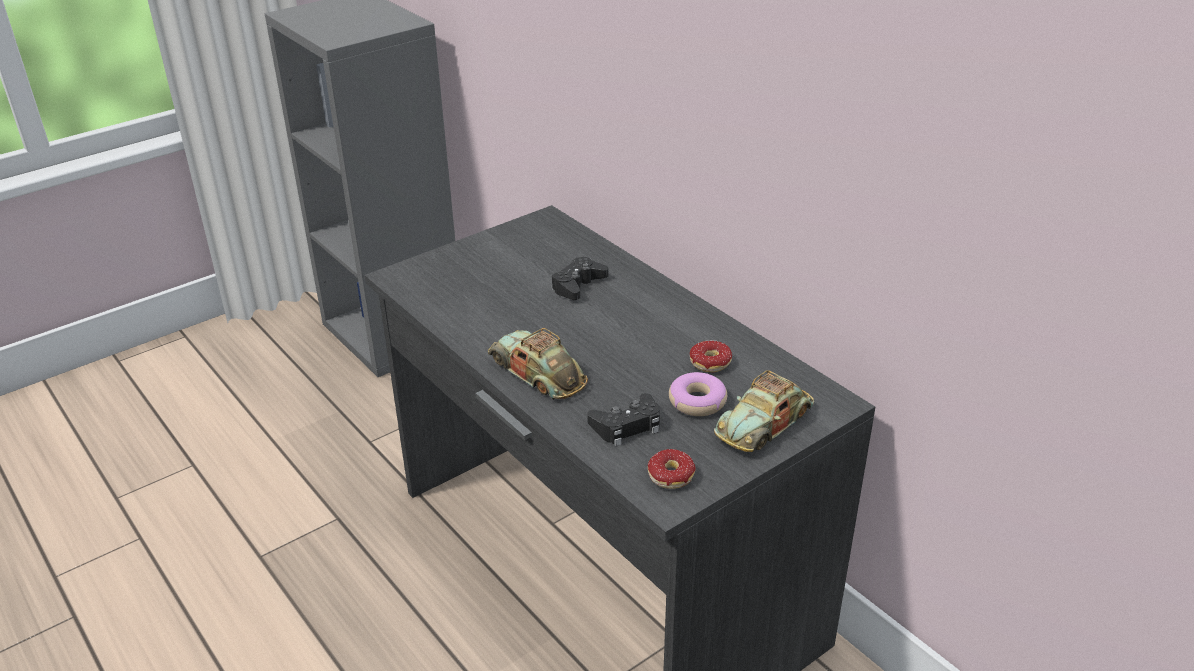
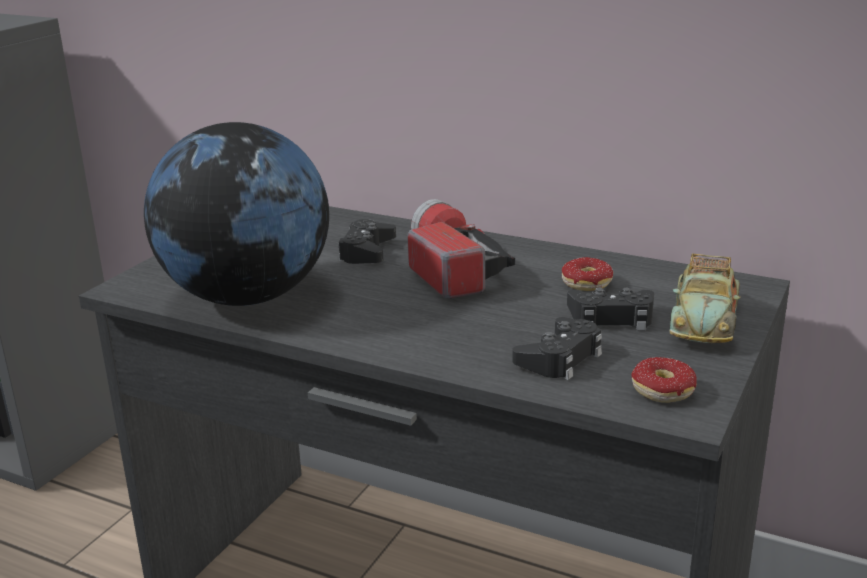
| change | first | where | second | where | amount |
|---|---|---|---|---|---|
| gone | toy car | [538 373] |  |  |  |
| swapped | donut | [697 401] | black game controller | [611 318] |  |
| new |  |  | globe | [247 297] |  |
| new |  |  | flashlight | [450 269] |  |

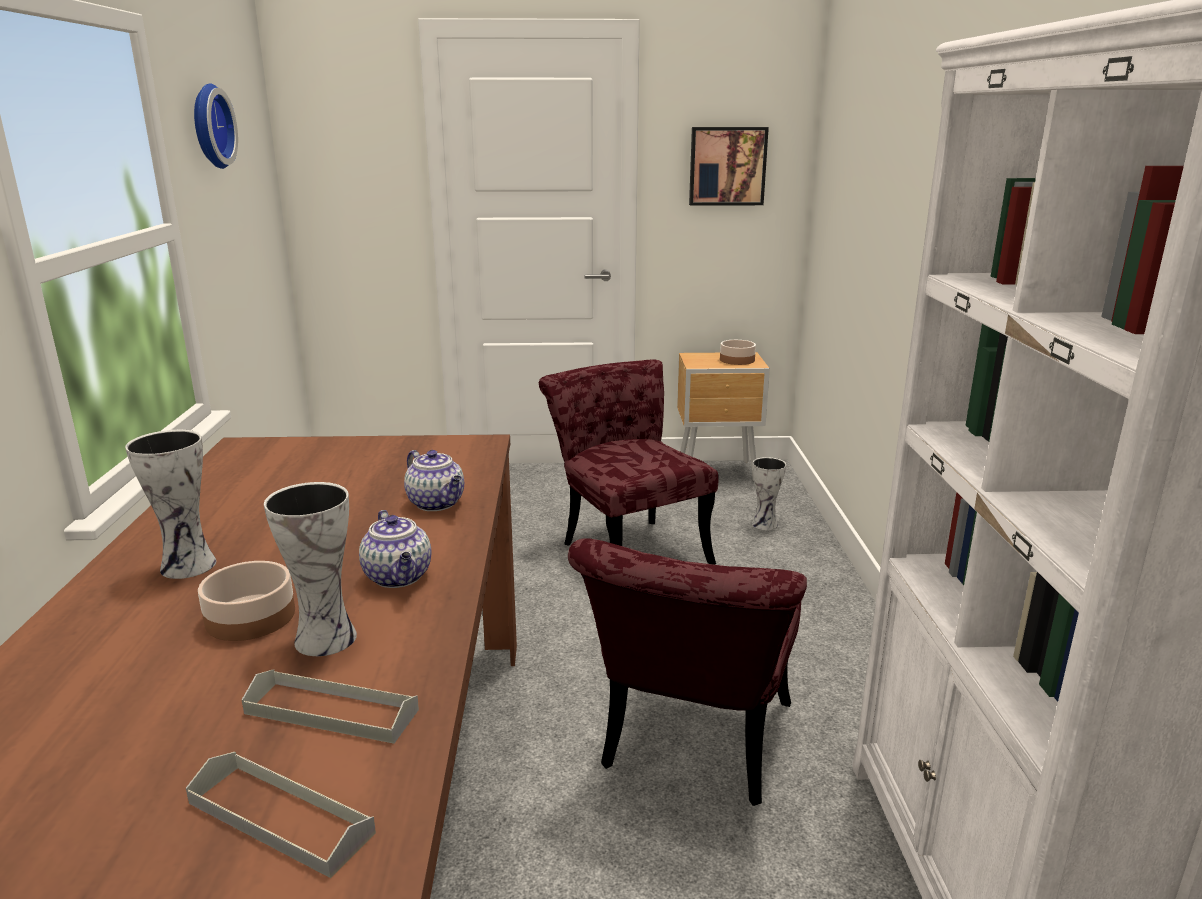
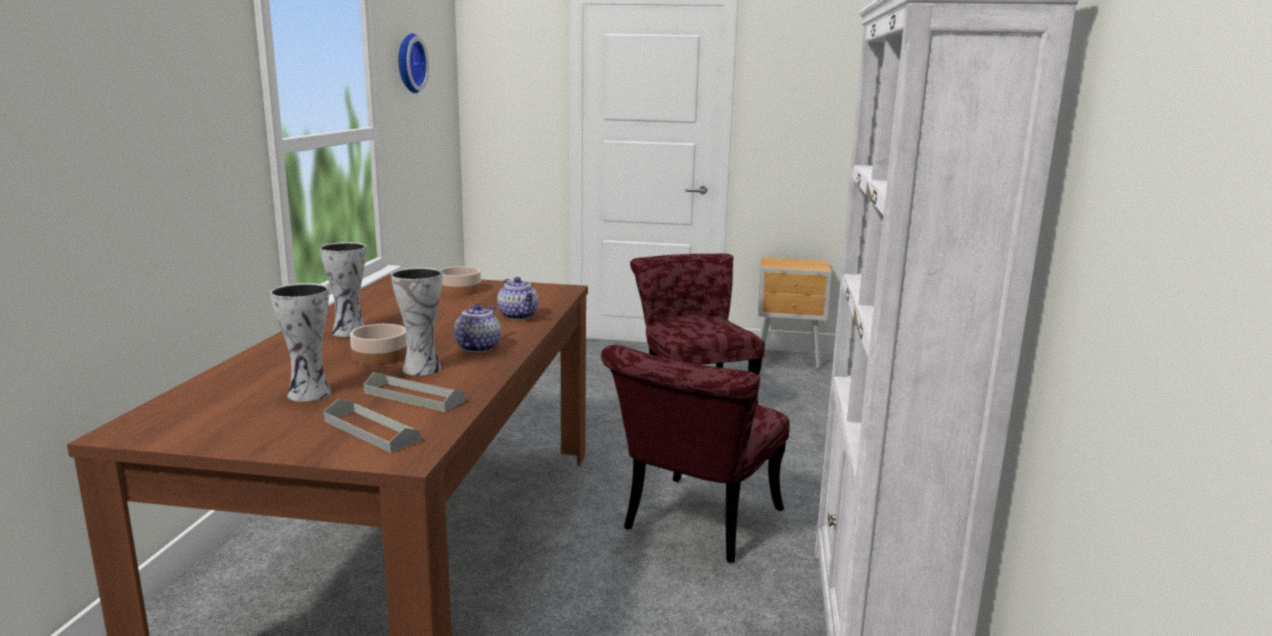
| change | first | where | second | where | amount |
|---|---|---|---|---|---|
| gone | picture | [727 166] |  |  |  |
| shifted | bowl | [736 360] |  | [459 290] |  |
| shifted | vase | [766 524] |  | [311 394] |  |
| rotated | teapot | [399 577] |  | [478 347] | 150 degrees counterclockwise |

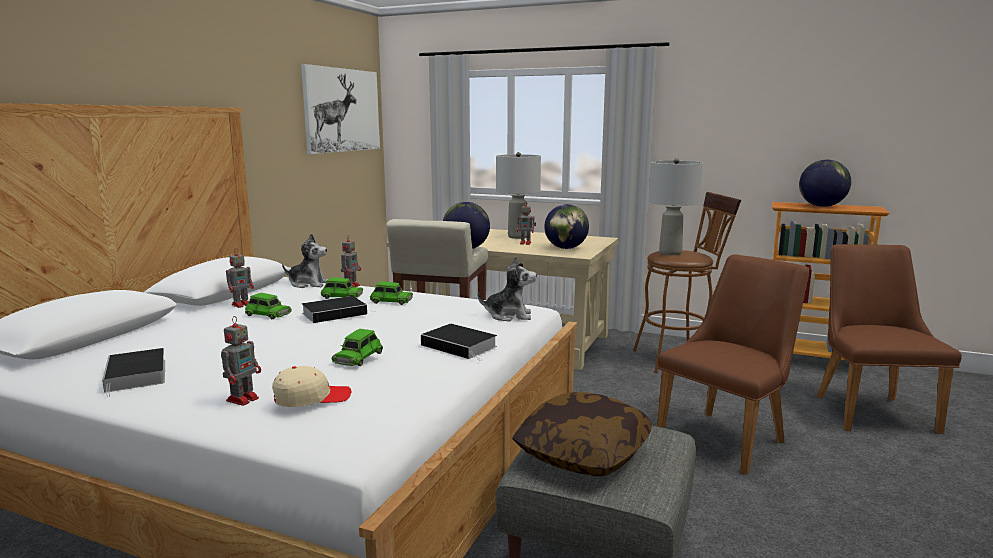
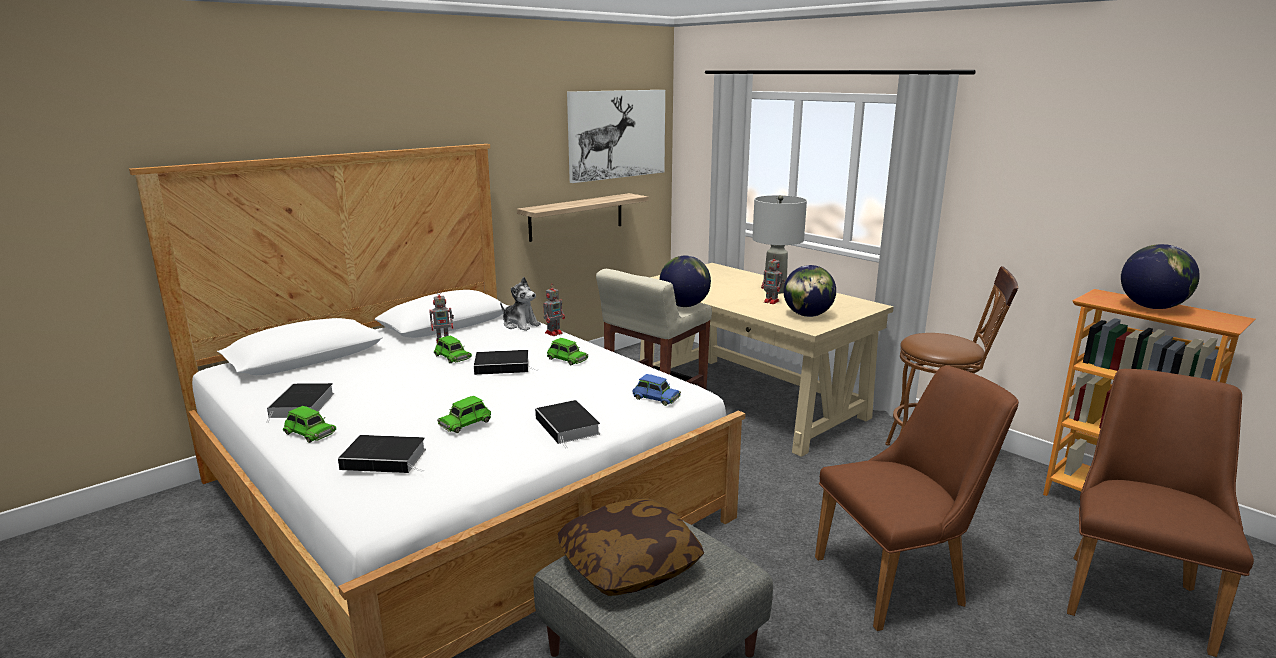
| change | first | where | second | where | amount |
|---|---|---|---|---|---|
| gone | grey table lamp | [670 253] |  |  |  |
| swapped | plush toy | [509 316] | blue toy car | [655 397] |  |
| shifted | green toy car | [341 296] |  | [309 432] |  |
| gone | toy robot | [244 399] |  |  |  |
| swapped | beige cap | [312 398] | book | [386 459] |  |
| new |  |  | shelf | [576 217] |  |

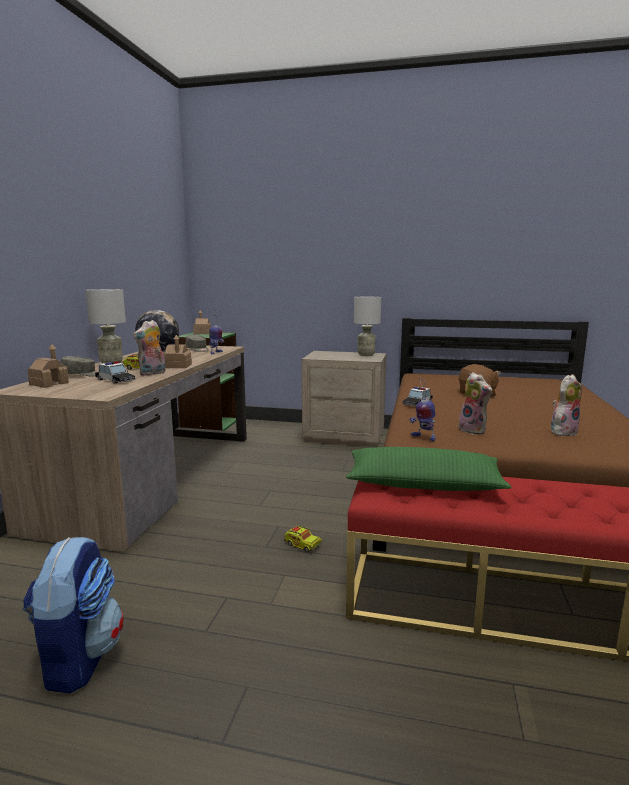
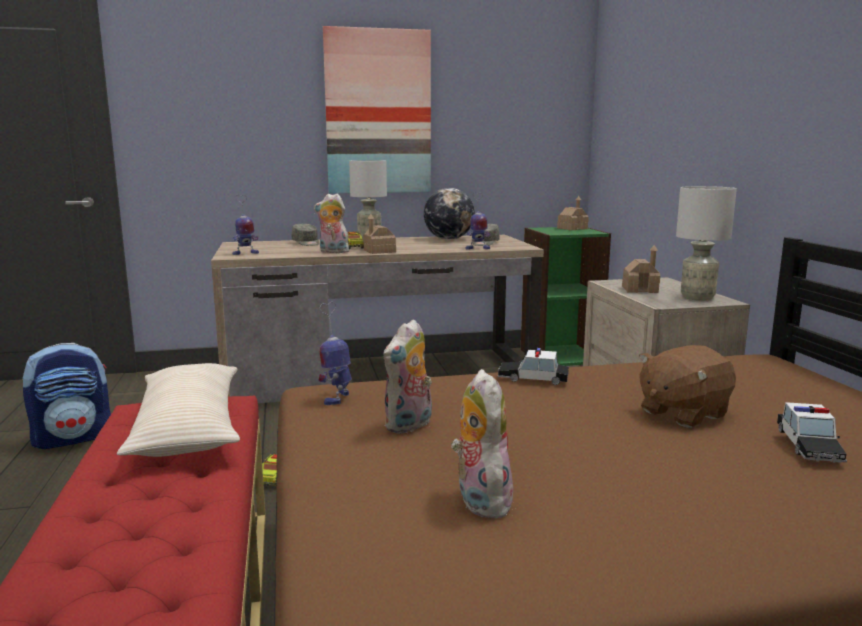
| change | first | where | second | where | amount |
|---|---|---|---|---|---|
| shifted | toy house | [49 384] |  | [640 289] |  |
| shifted | toy car | [115 380] |  | [808 445] |  |
| rotated | plush toy | [563 431] |  | [479 500] | 135 degrees counterclockwise |
| repainted | green pillow | [423 484] | beige pillow | [188 427] |  |
| new |  |  | picture | [378 112] |  |
| new |  |  | toy robot | [245 253] |  |

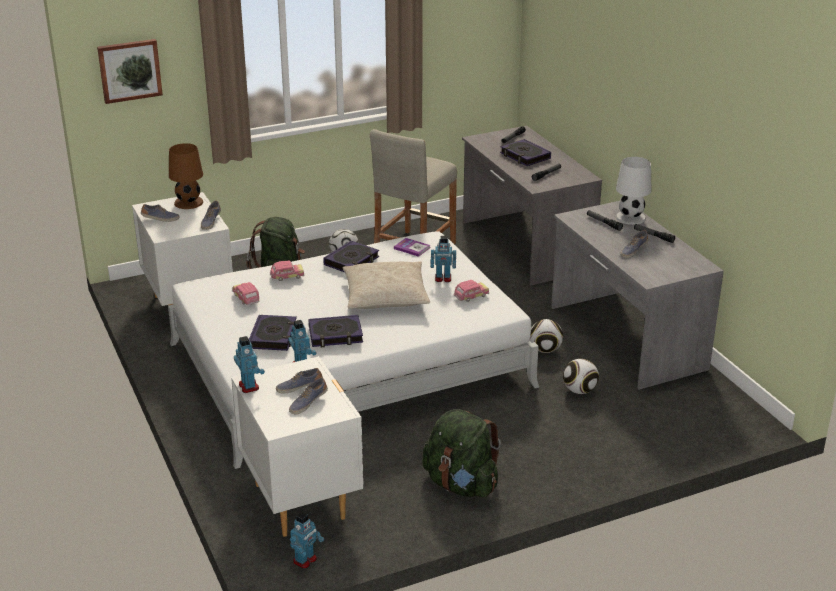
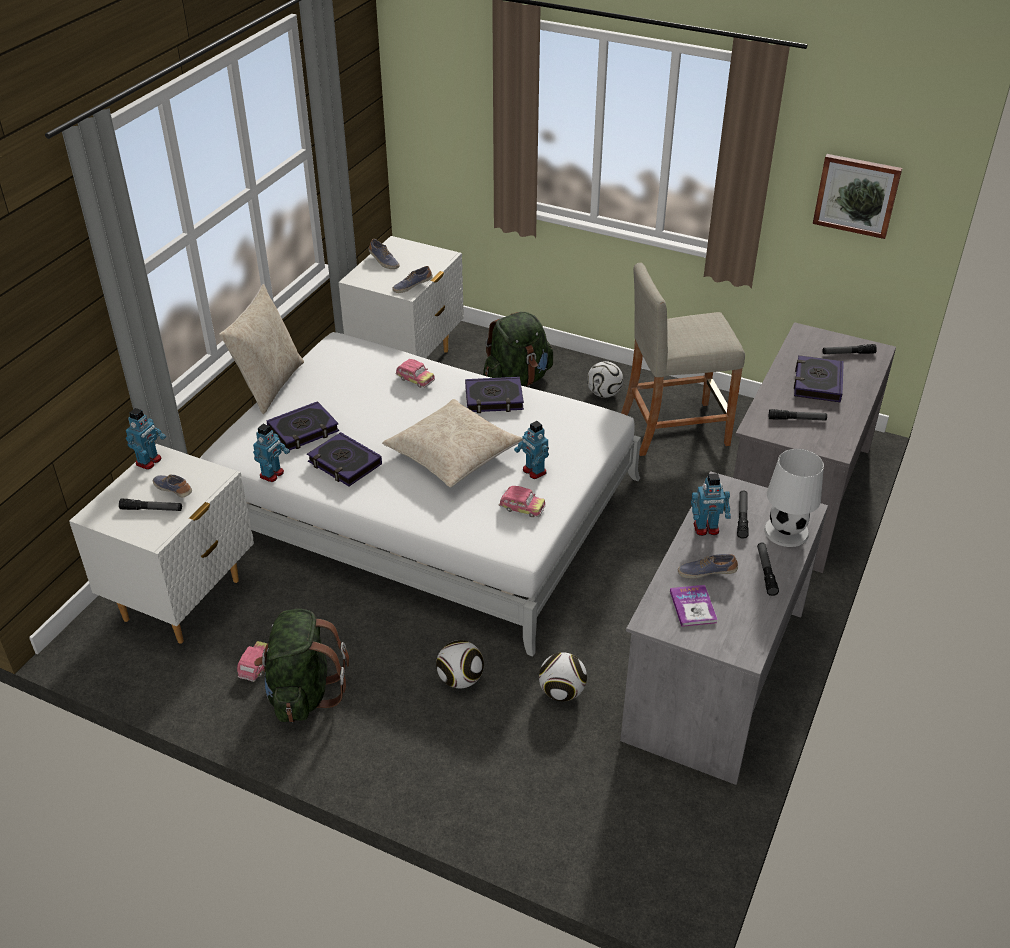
| change | first | where | second | where | amount |
|---|---|---|---|---|---|
| shifted | picture | [129 70] |  | [857 195] |  |
| gone | brown table lamp | [189 202] |  |  |  |
| shifted | book | [412 248] |  | [693 607] |  |
| shifted | toy car | [246 299] |  | [257 666] |  |
| shifted | football | [545 350] |  | [460 679] |  |
| swapped | shoe | [308 403] | flashlight | [151 509] |  |
| shifted | toy robot | [305 560] |  | [706 529] |  |
| new |  |  | beige pillow | [269 385] |  |

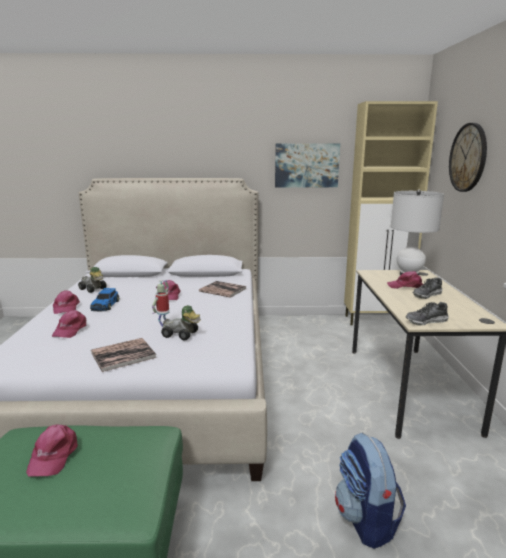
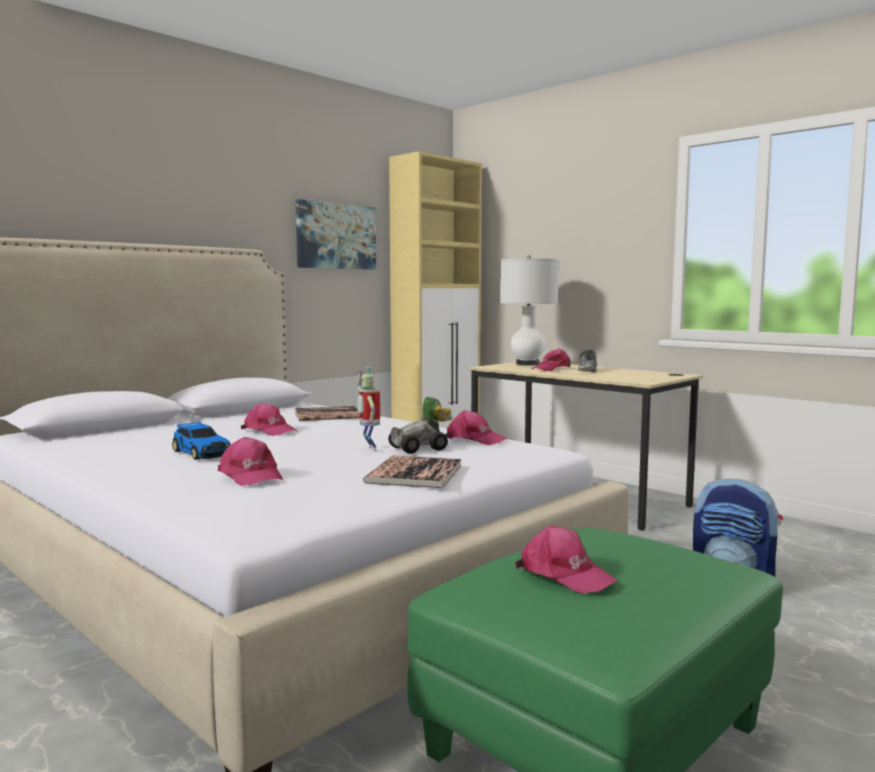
| change | first | where | second | where | amount |
|---|---|---|---|---|---|
| gone | wall clock | [468 158] |  |  |  |
| gone | toy car | [93 289] |  |  |  |
| shifted | pink cap | [65 307] |  | [474 439] |  |
| gone | shoe | [426 321] |  |  |  |

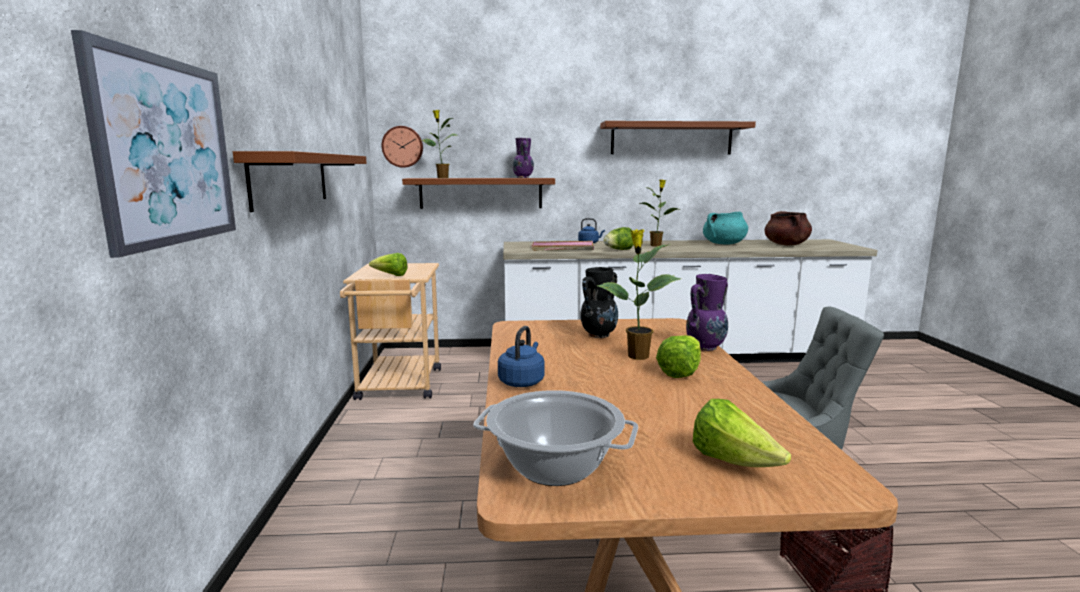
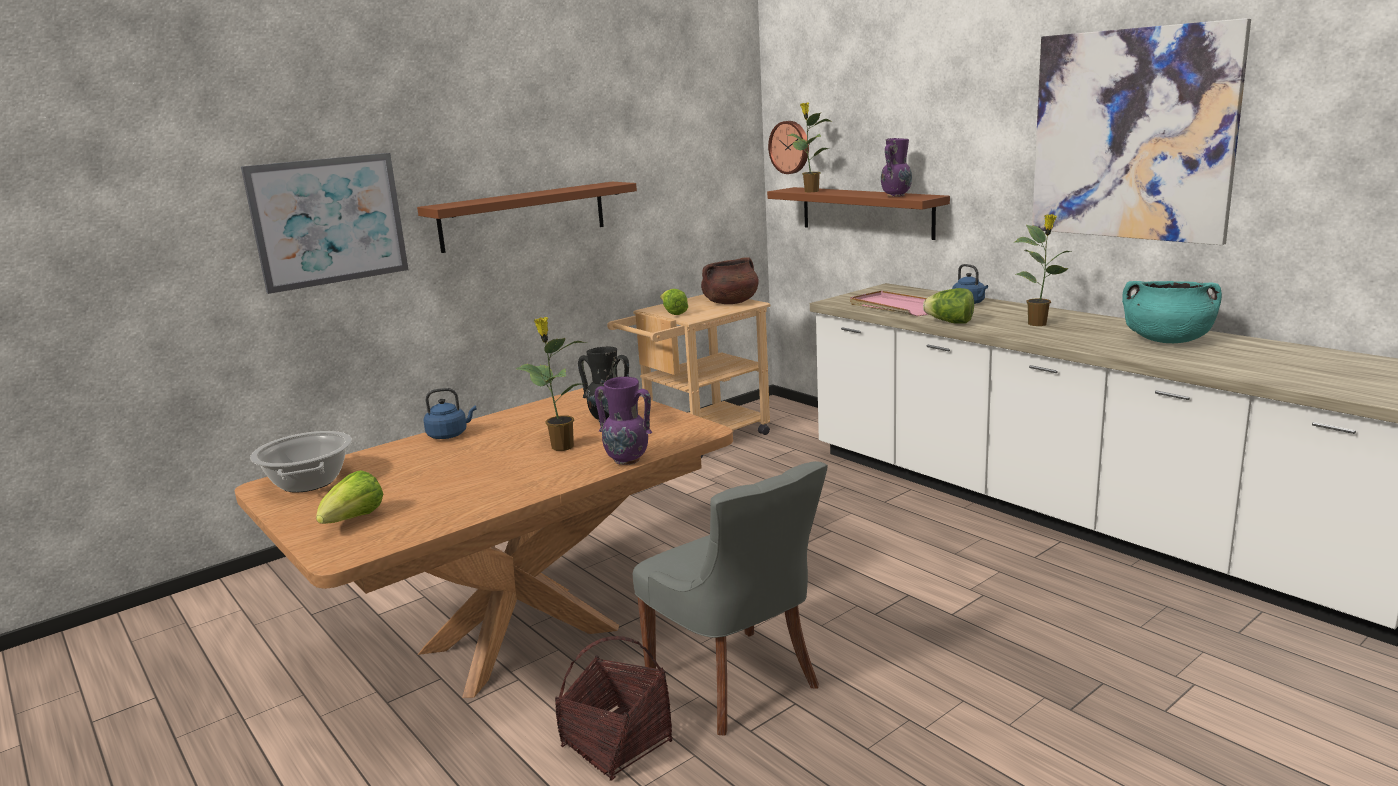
| change | first | where | second | where | amount |
|---|---|---|---|---|---|
| swapped | brown shelf | [671 138] | picture | [1131 135] |  |
| shifted | brown cooking pot | [786 245] |  | [730 303] |  |
| gone | lettuce | [680 372] |  |  |  |

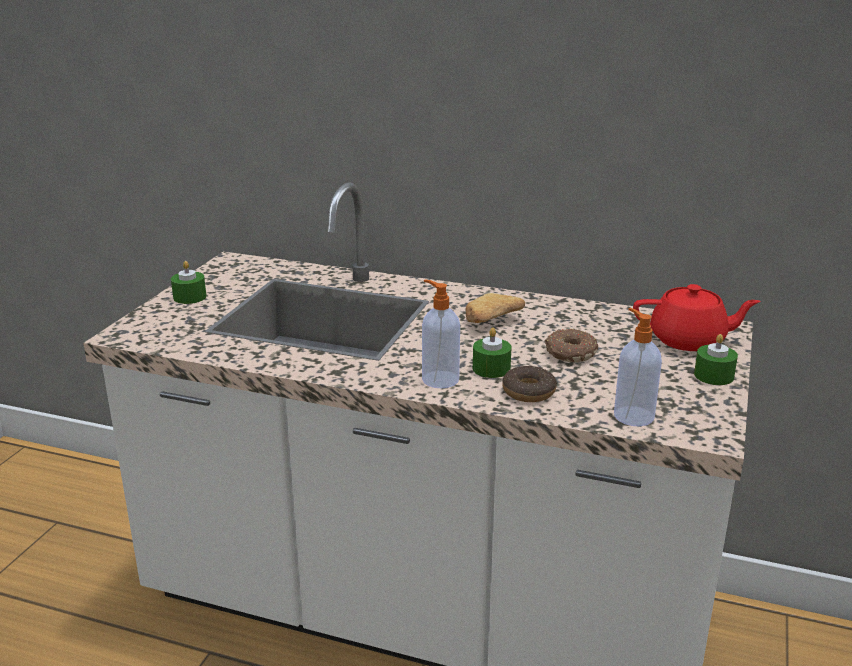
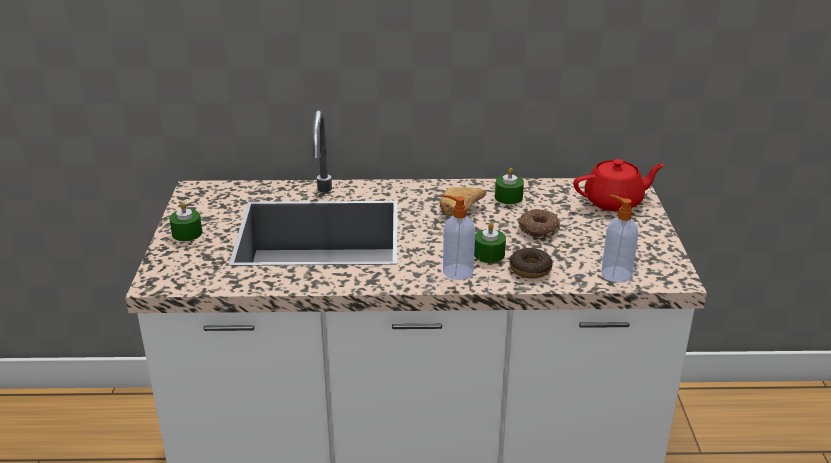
| change | first | where | second | where | amount |
|---|---|---|---|---|---|
| shifted | green candle | [713 375] |  | [508 197] |  |

